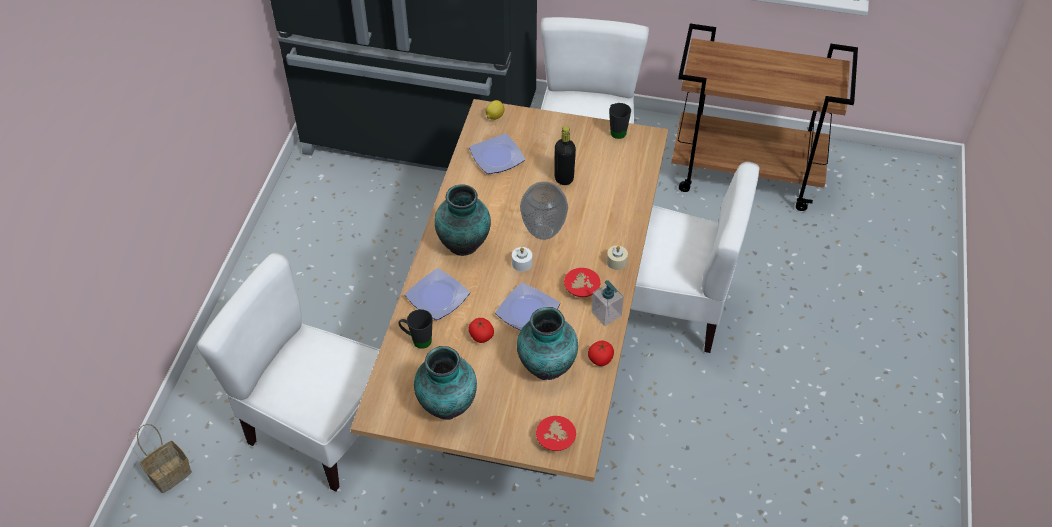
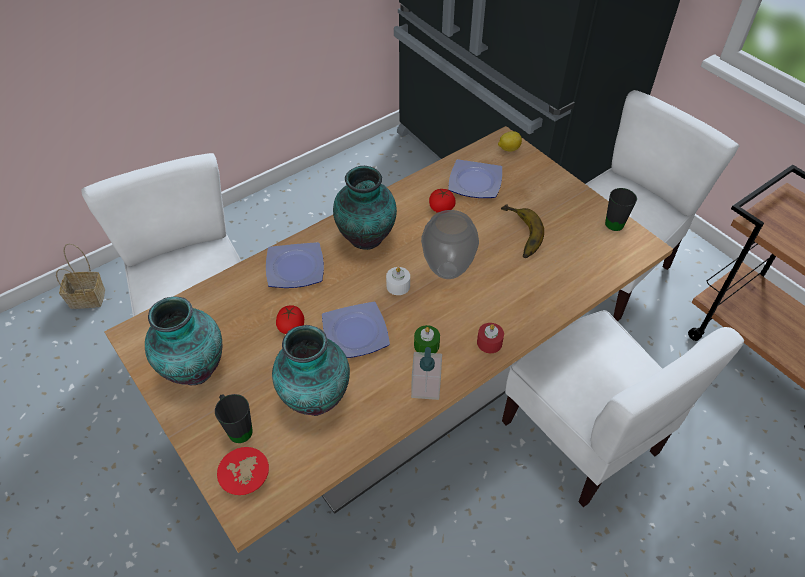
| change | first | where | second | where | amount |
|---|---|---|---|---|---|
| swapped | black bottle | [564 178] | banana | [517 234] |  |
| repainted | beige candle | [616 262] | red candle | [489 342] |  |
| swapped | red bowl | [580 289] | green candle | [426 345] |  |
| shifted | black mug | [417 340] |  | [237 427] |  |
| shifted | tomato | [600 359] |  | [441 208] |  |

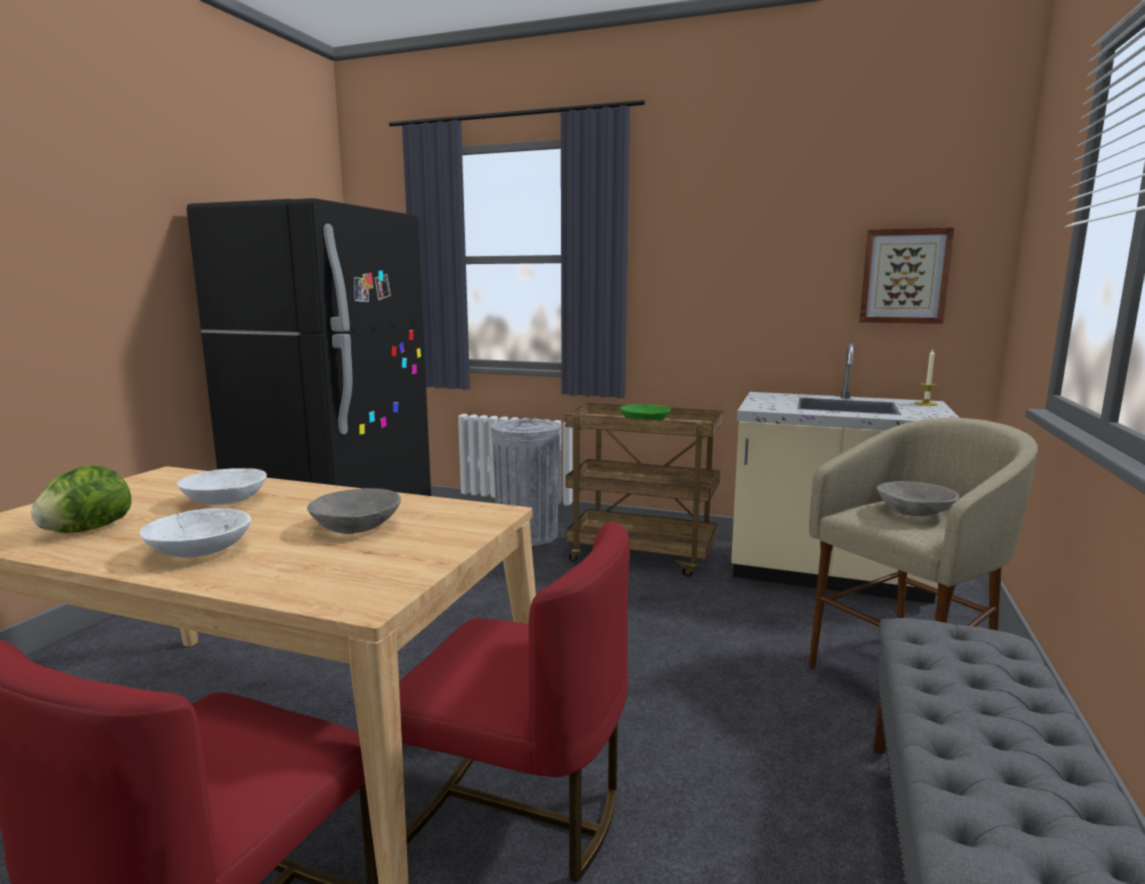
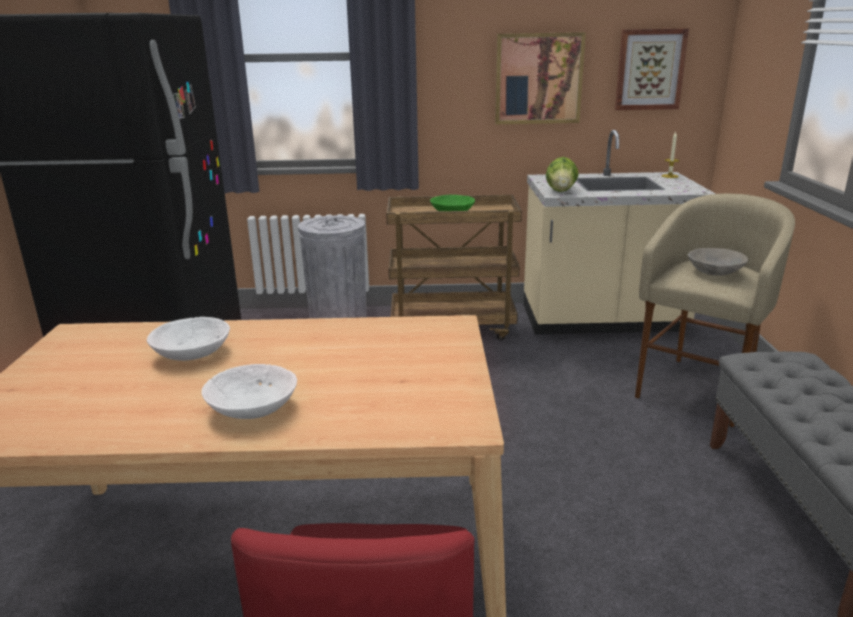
| change | first | where | second | where | amount |
|---|---|---|---|---|---|
| shifted | lettuce | [87 530] |  | [561 191] |  |
| gone | grey bowl | [357 526] |  |  |  |
| gone | red chair | [516 812] |  |  |  |
| new |  |  | picture | [538 79] |  |

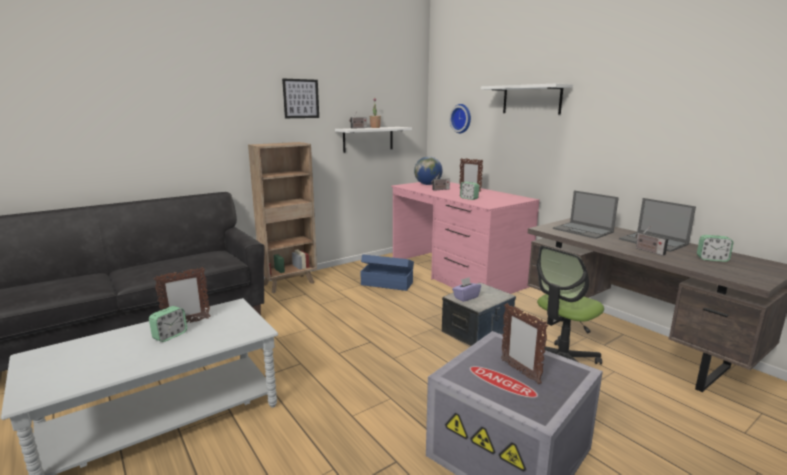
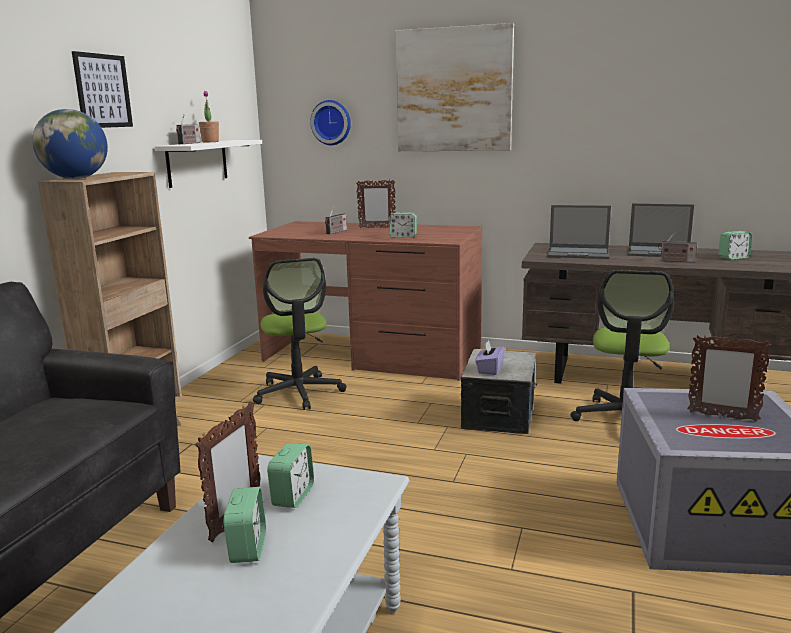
| change | first | where | second | where | amount |
|---|---|---|---|---|---|
| swapped | white shelf | [531 99] | picture | [454 90] |  |
| shifted | globe | [428 184] |  | [76 178] |  |
| repainted | pink desk | [456 273] | brown desk | [373 354] |  |
| swapped | blue storage box | [386 283] | office chair | [299 392] |  |
| new |  |  | alarm clock | [293 496] |  |

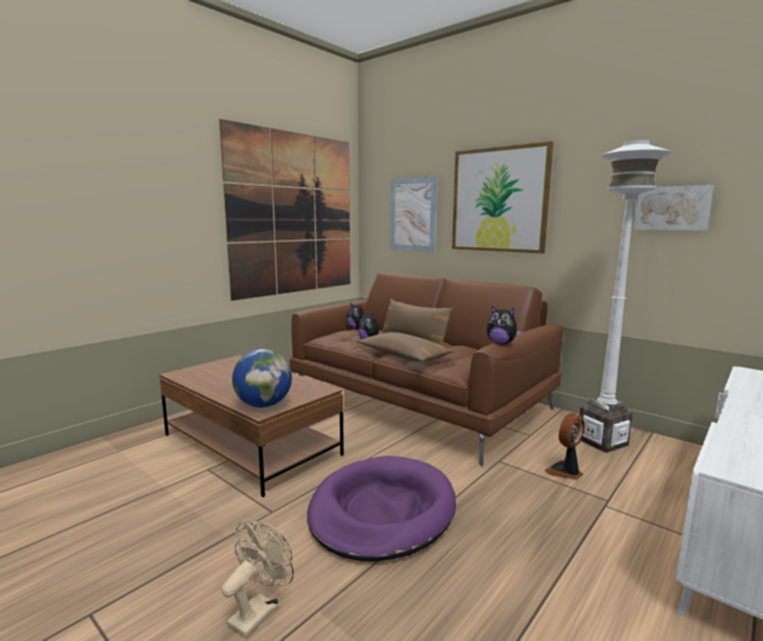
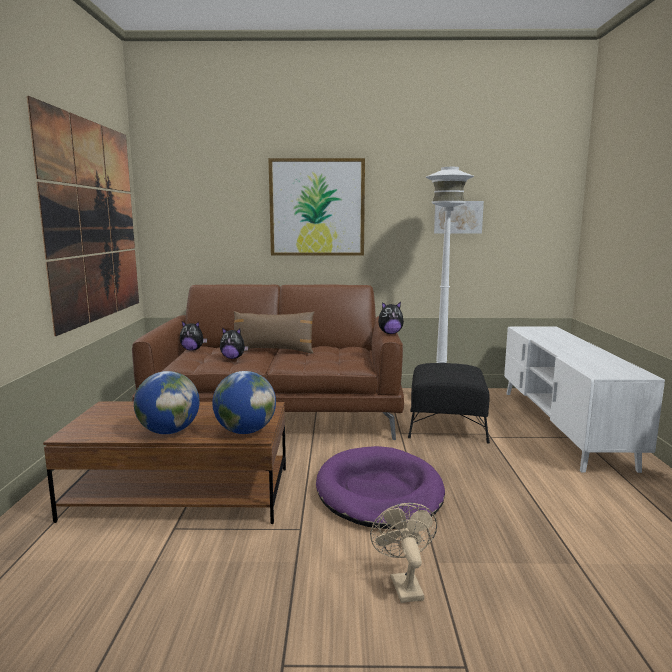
| change | first | where | second | where | amount |
|---|---|---|---|---|---|
| gone | picture | [413 214] |  |  |  |
| gone | brown pillow | [403 356] |  |  |  |
| swapped | fan | [565 472] | black ottoman | [446 426] |  |
| new |  |  | globe | [169 431] |  |

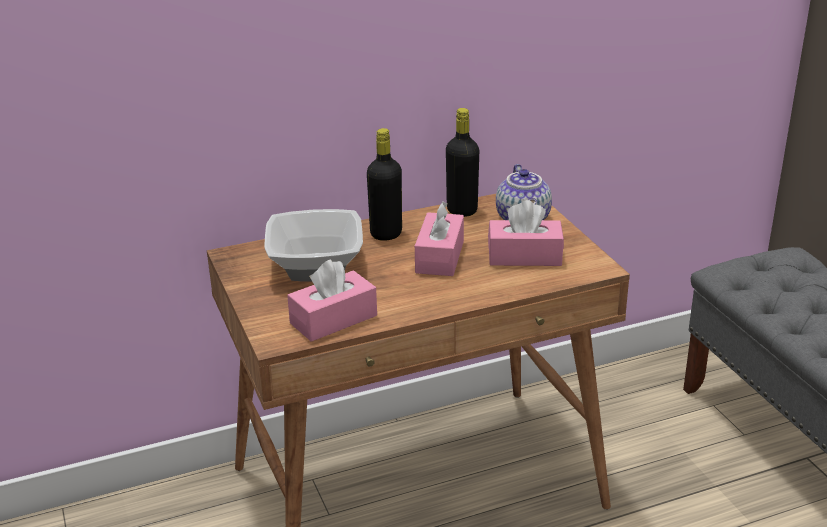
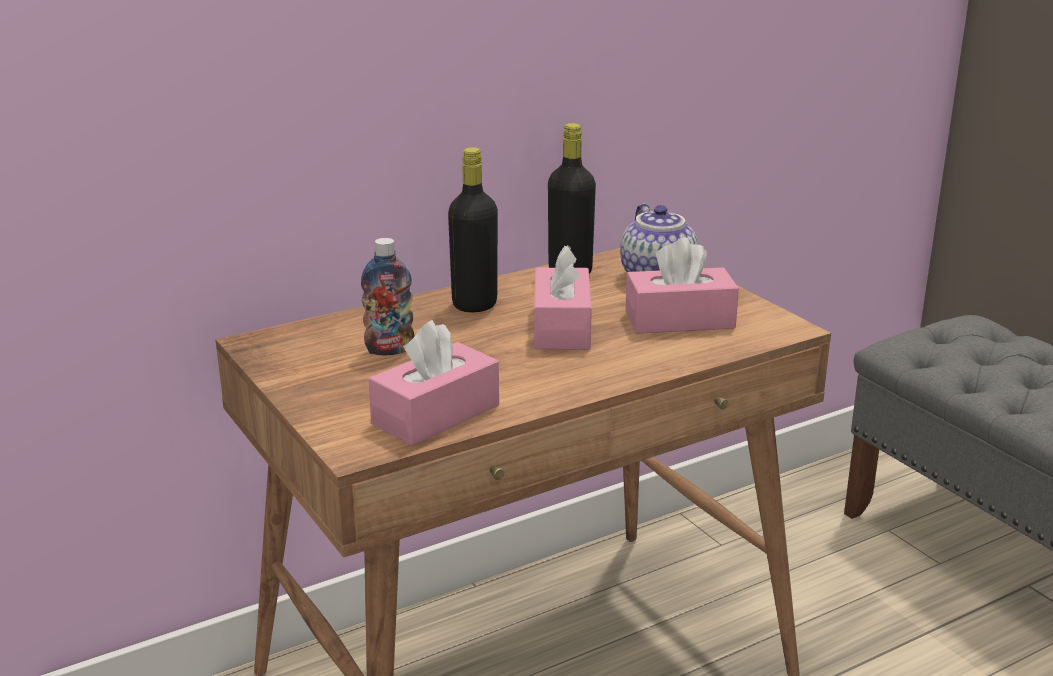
| change | first | where | second | where | amount |
|---|---|---|---|---|---|
| swapped | bowl | [318 266] | bottle | [389 349] |  |

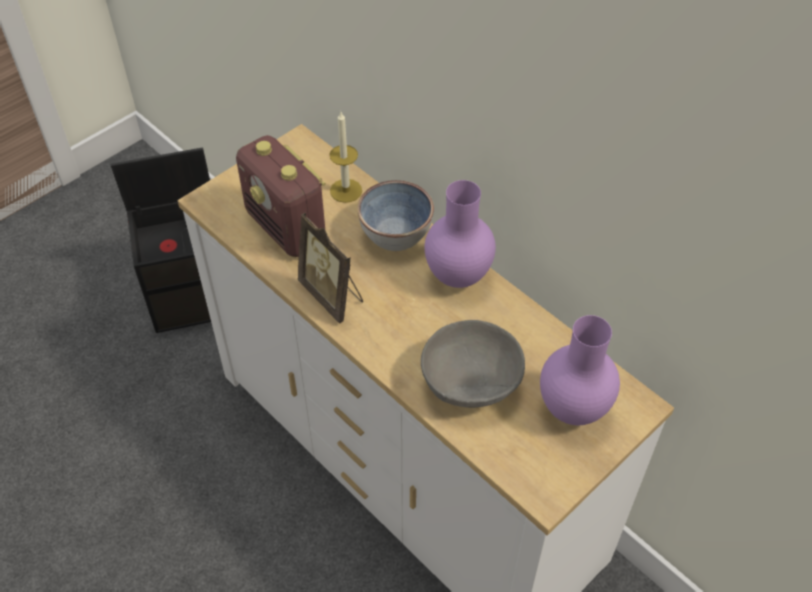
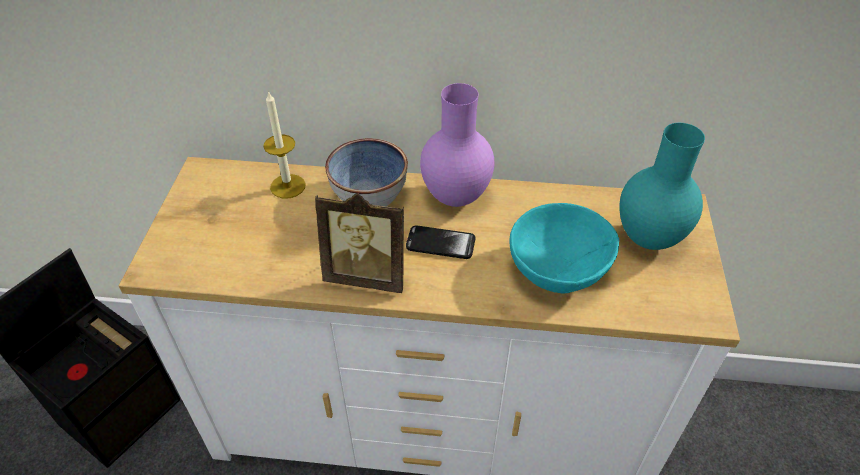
| change | first | where | second | where | amount |
|---|---|---|---|---|---|
| gone | radio | [287 228] |  |  |  |
| repainted | purple vase | [571 409] | turquoise vase | [647 240] |  |
| repainted | grey bowl | [471 383] | turquoise bowl | [558 269] |  |
| new |  |  | phone | [440 243] |  |

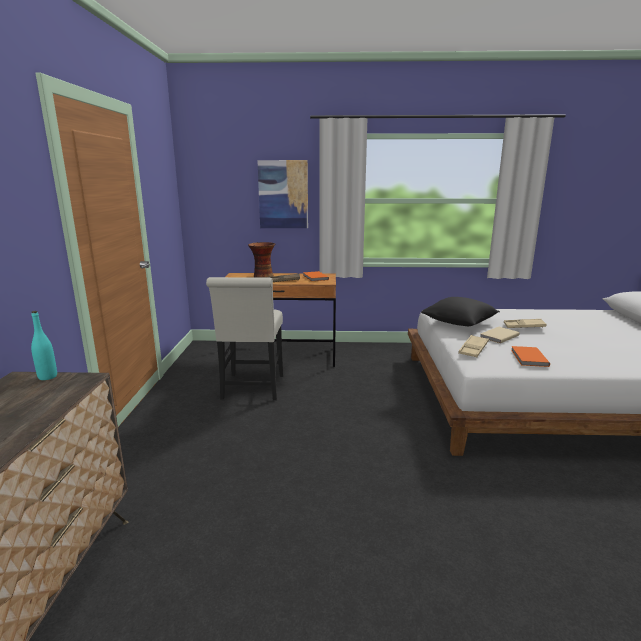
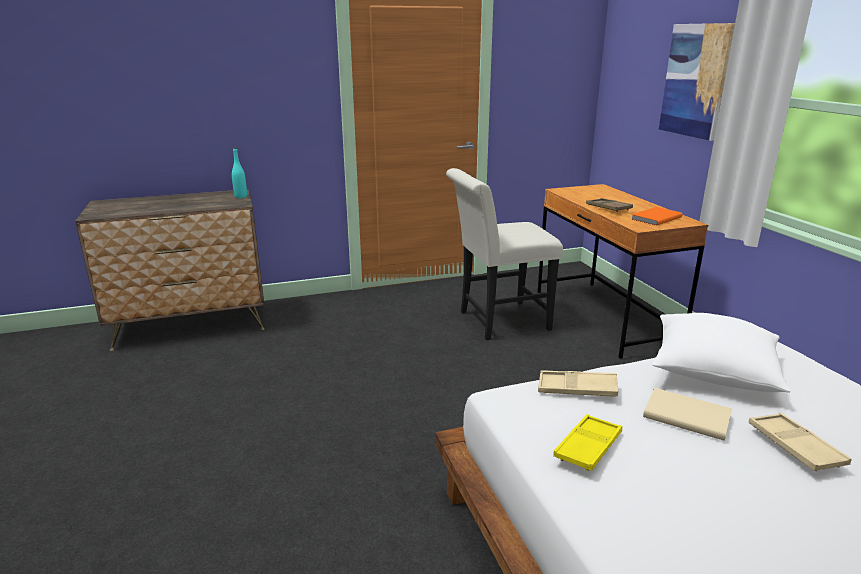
| change | first | where | second | where | amount |
|---|---|---|---|---|---|
| gone | vase | [262 276] |  |  |  |
| repainted | black pillow | [459 323] | white pillow | [712 372] |  |
| swapped | orange book | [528 358] | yellow tray | [588 447] |  |

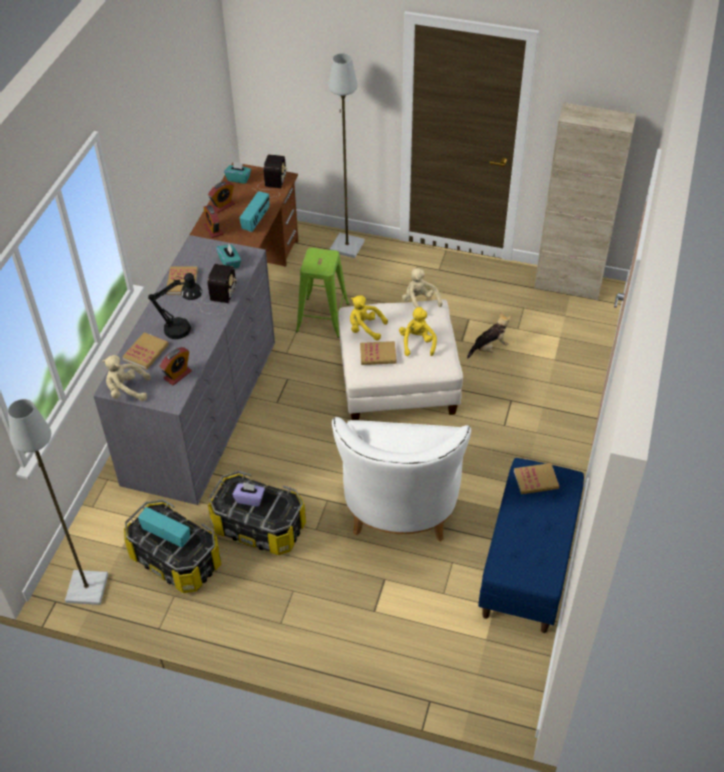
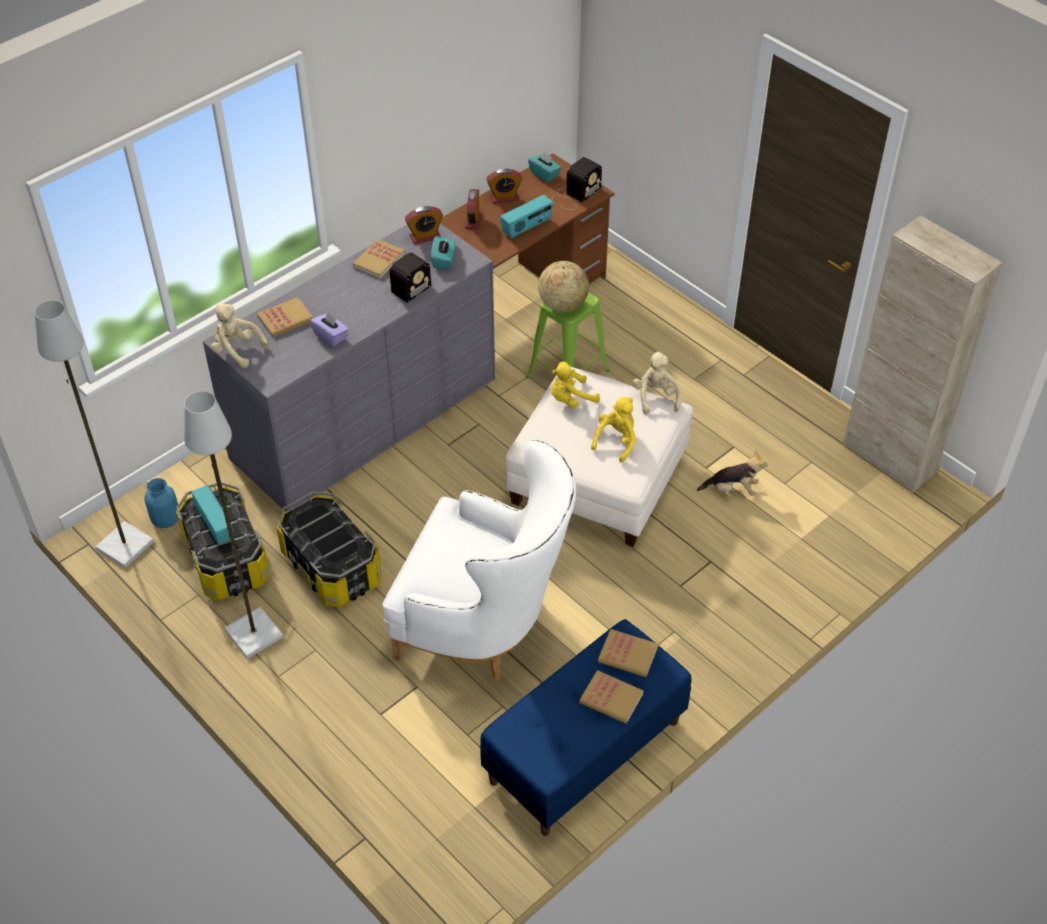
| change | first | where | second | where | amount |
|---|---|---|---|---|---|
| shifted | grey floor lamp | [346 247] |  | [253 634] |  |
| gone | black table lamp | [183 329] |  |  |  |
| rotated | yellow plush toy | [365 328] |  | [571 399] | 75 degrees counterclockwise |
| shifted | book | [378 354] |  | [611 698] |  |
| shifted | alarm clock | [177 375] |  | [425 237] |  |
| rotated | white armchair | [399 514] |  | [485 626] | 105 degrees counterclockwise |
| shifted | purple tissue box | [250 499] |  | [331 336] |  |
| new |  |  | globe | [562 305] |  |
| new |  |  | blue vase | [166 519] |  |

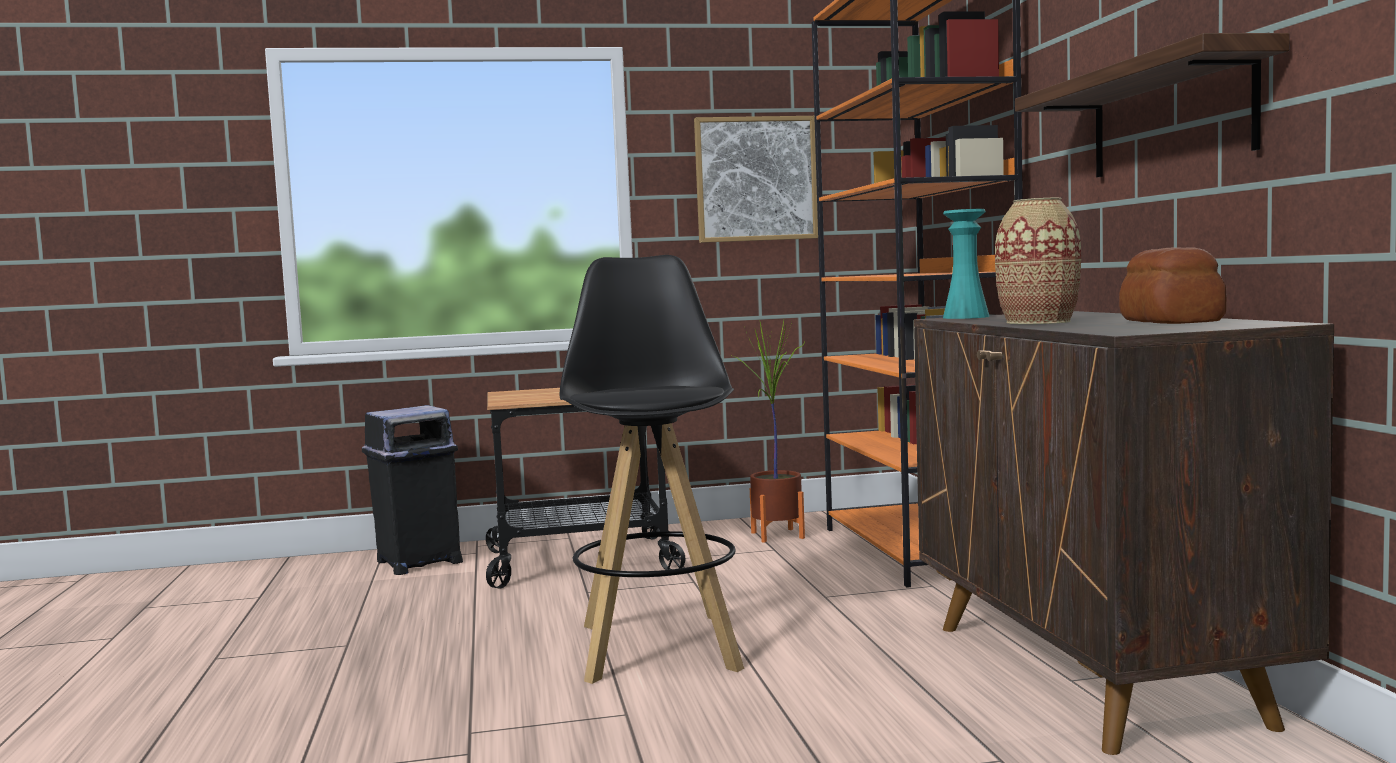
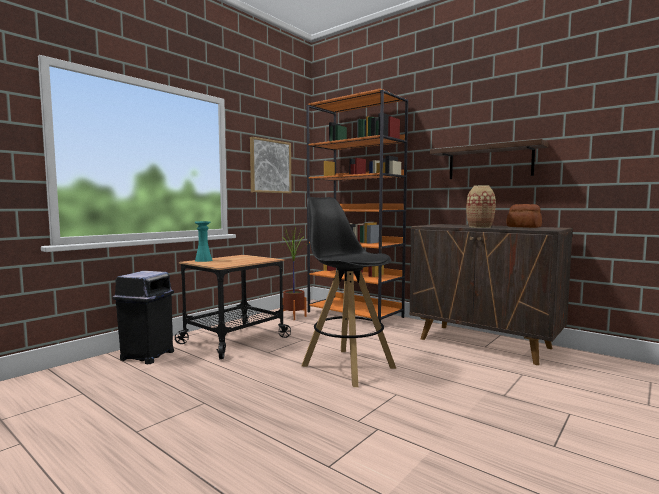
| change | first | where | second | where | amount |
|---|---|---|---|---|---|
| shifted | turquoise vase | [966 317] |  | [203 260] |  |

